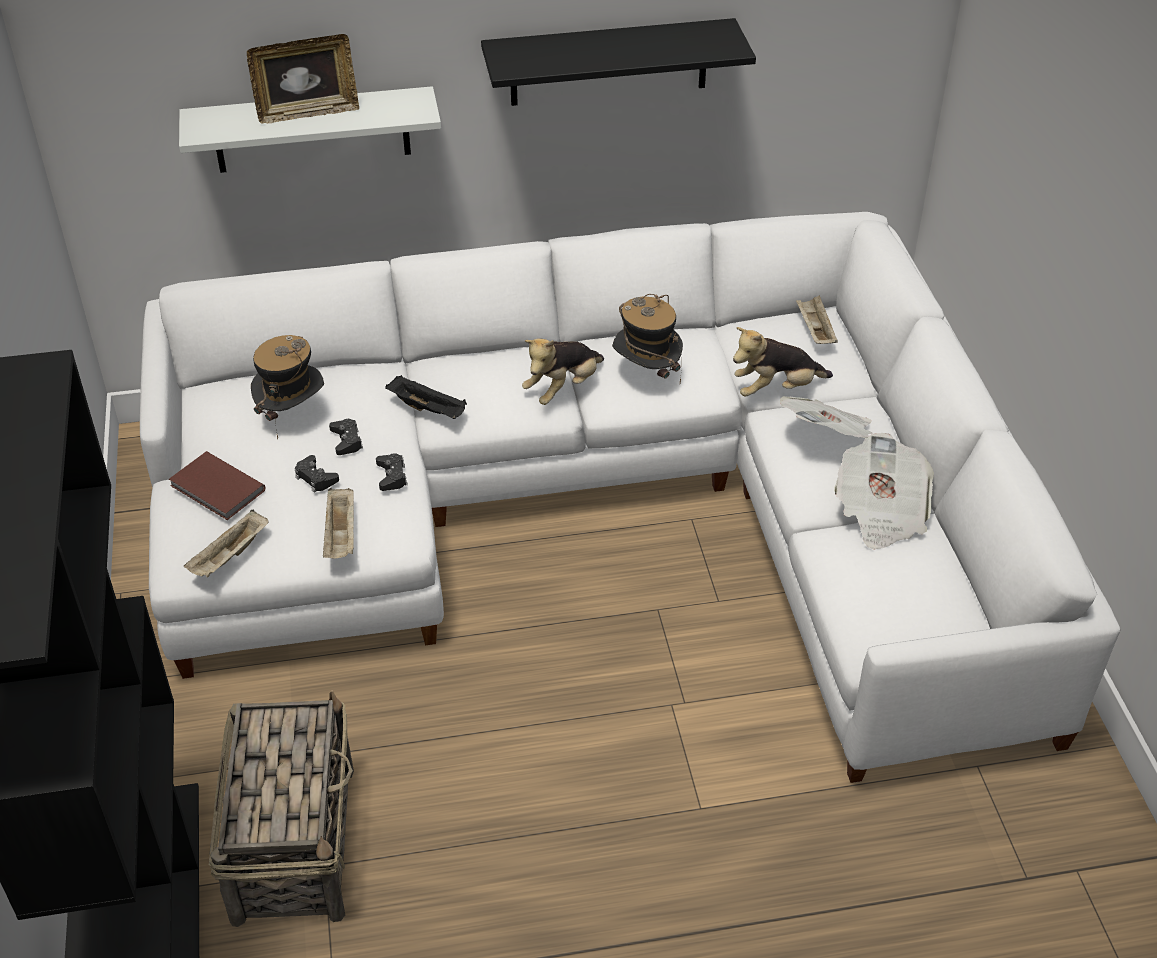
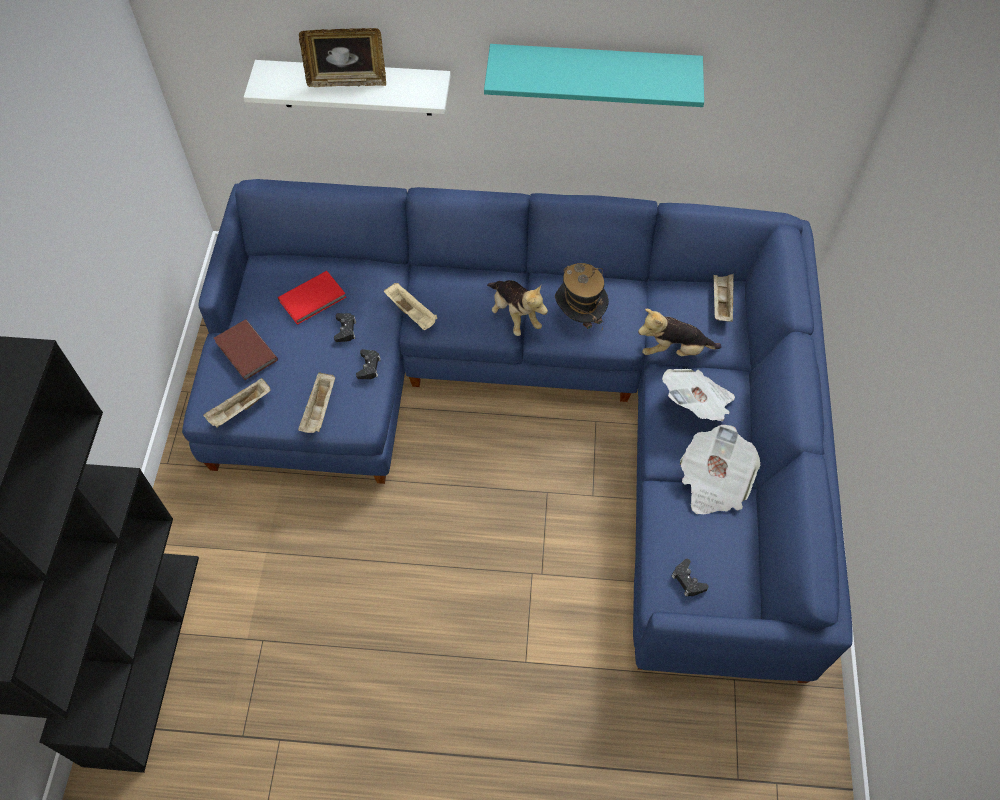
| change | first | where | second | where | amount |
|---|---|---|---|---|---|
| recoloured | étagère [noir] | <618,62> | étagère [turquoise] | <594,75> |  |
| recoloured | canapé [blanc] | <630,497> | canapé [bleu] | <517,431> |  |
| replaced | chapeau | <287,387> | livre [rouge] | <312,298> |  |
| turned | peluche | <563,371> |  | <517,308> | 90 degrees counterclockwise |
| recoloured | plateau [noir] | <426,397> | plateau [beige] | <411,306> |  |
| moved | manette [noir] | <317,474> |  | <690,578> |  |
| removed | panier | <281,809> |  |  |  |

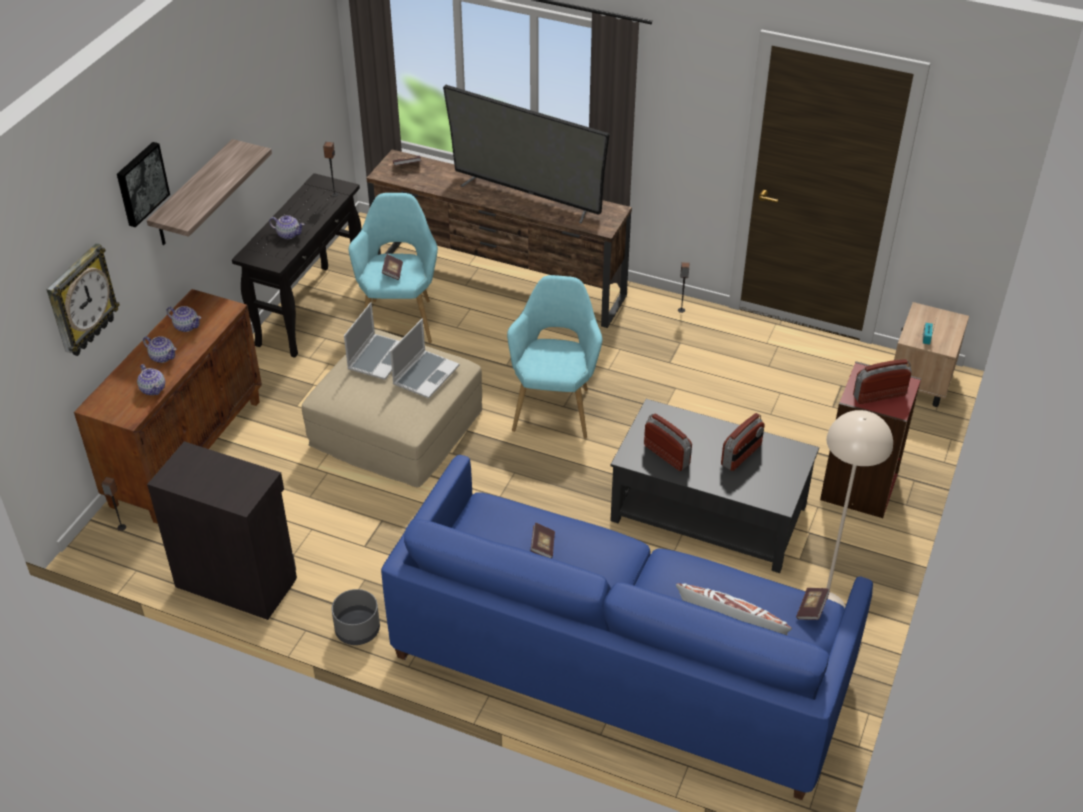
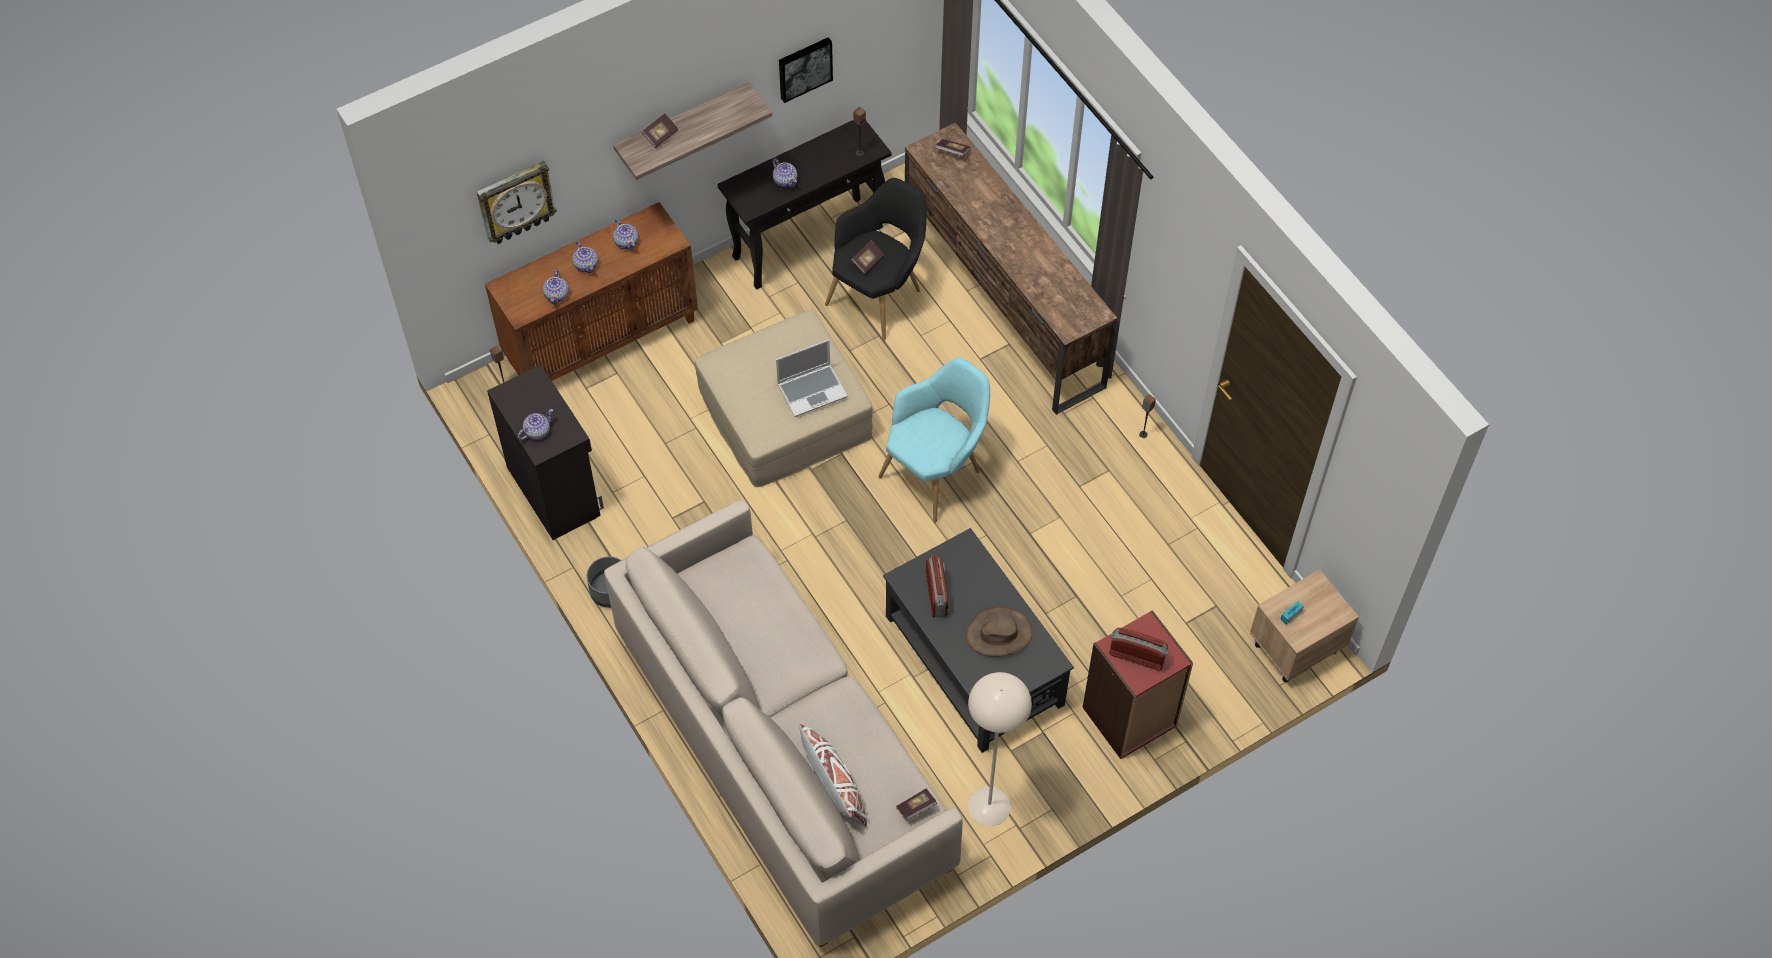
| change | first | where | second | where | amount |
|---|---|---|---|---|---|
| removed | téléviseur | <526,154> |  |  |  |
| moved | tableau | <143,184> |  | <806,70> |  |
| recoloured | fauteuil [turquoise] | <393,268> | fauteuil [noir] | <875,259> |  |
| removed | ordinateur portable | <371,341> |  |  |  |
| replaced | radio | <743,442> | chapeau [marron] | <999,631> |  |
| recoloured | canapé [bleu] | <627,627> | canapé [beige] | <783,724> |  |
| moved | livre | <543,540> |  | <660,130> |  |
| added |  |  | théière | <535,424> |  |

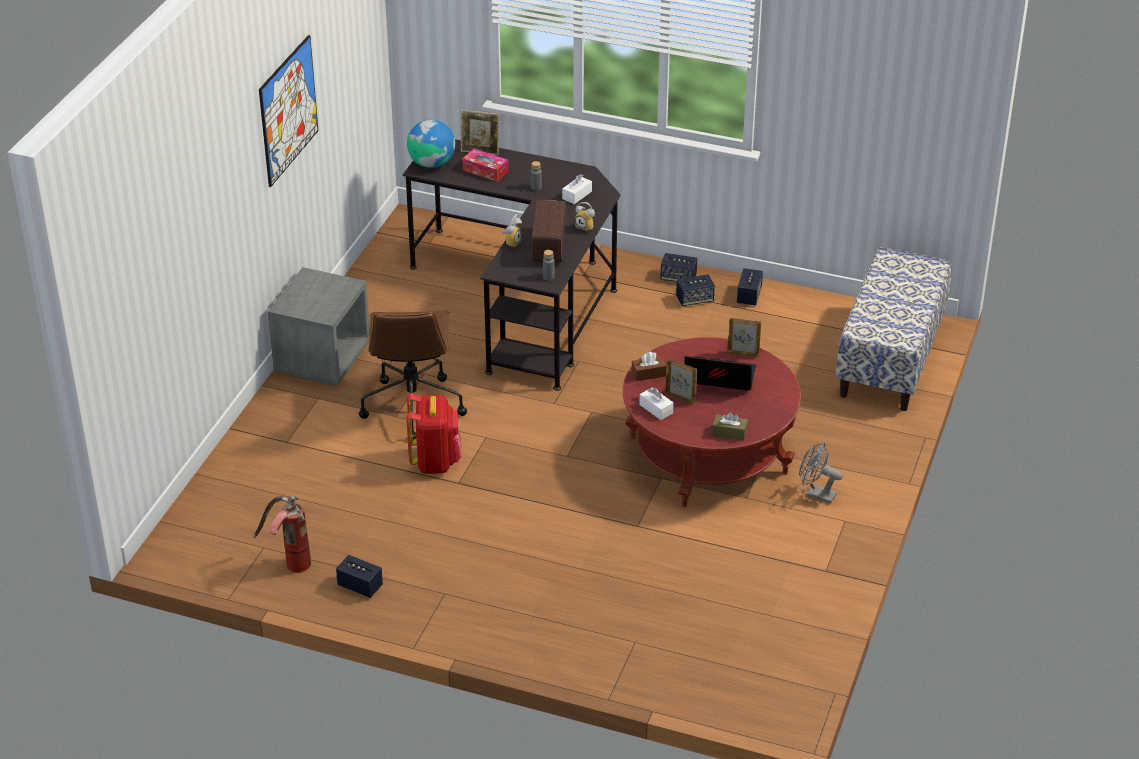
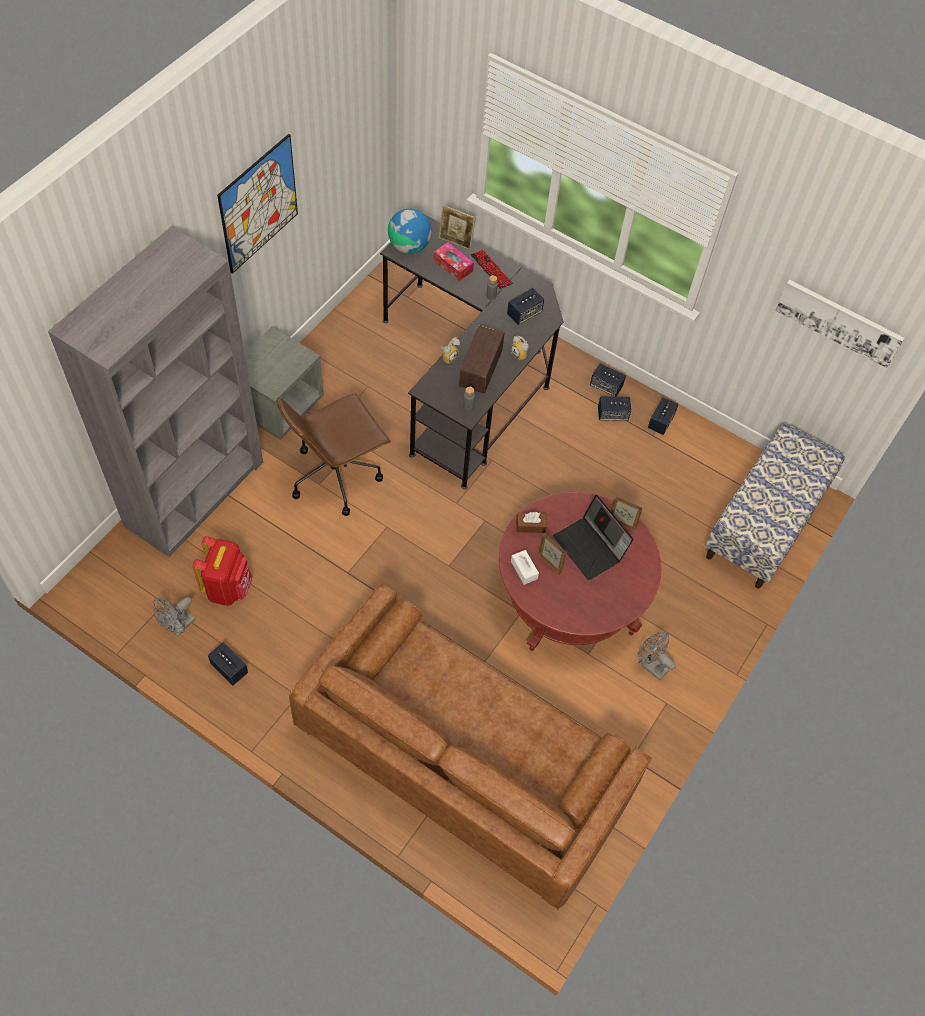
| change | first | where | second | where | amount |
|---|---|---|---|---|---|
| replaced | boîte à mouchoirs [blanc] | <577,189> | enceinte | <525,306> |  |
| turned | chaise de bureau [marron] | <413,374> |  | <334,454> | 45 degrees clockwise |
| turned | ordinateur portable | <720,373> |  | <593,537> | 150 degrees counterclockwise |
| moved | sac à dos [rouge] | <433,433> |  | <222,571> |  |
| removed | boîte à mouchoirs [marron] | <730,426> |  |  |  |
| replaced | extincteur | <282,534> | ventilateur [gris] | <174,616> |  |
| added |  |  | bibliothèque [gris] | <155,392> |  |
| added |  |  | clavier | <492,269> |  |
| added |  |  | tableau | <839,324> |  |
| added |  |  | canapé [marron] | <470,746> |  |

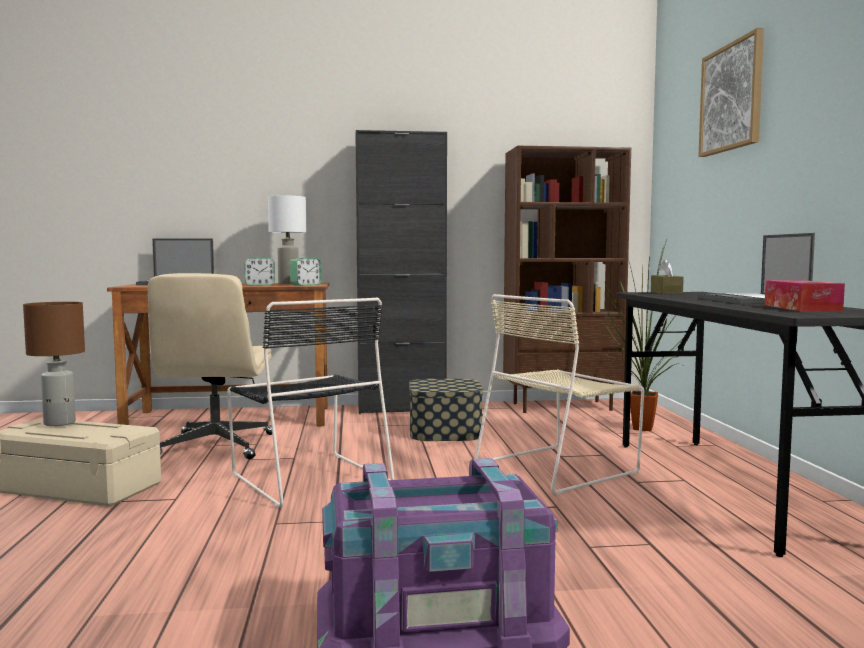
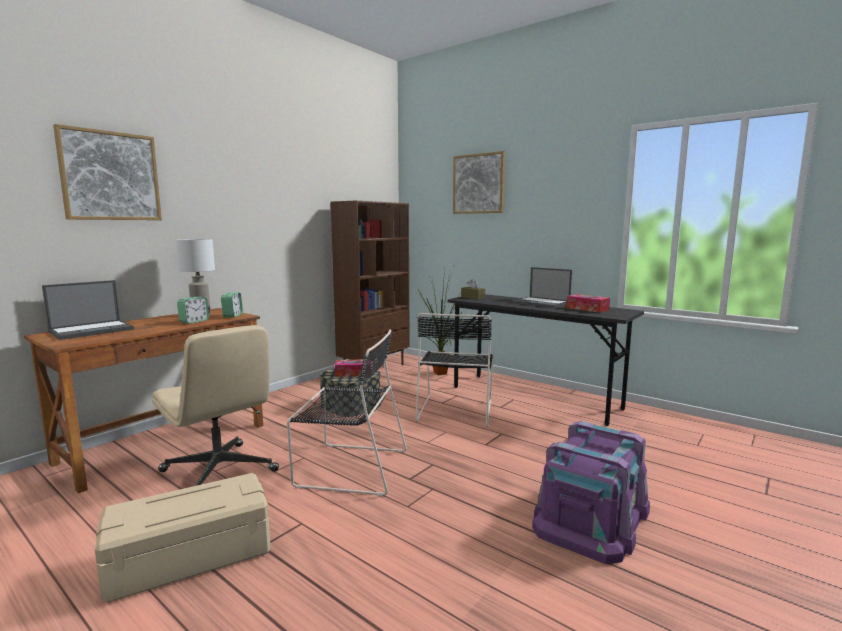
| change | first | where | second | where | amount |
|---|---|---|---|---|---|
| removed | meuble de rangement [noir] | <401,272> |  |  |  |
| recoloured | chaise [beige] | <560,394> | chaise [noir] | <455,370> |  |
| removed | lampe de table [marron] | <54,364> |  |  |  |
| added |  |  | tableau | <107,172> |  |
| added |  |  | boîte à mouchoirs | <352,368> |  |

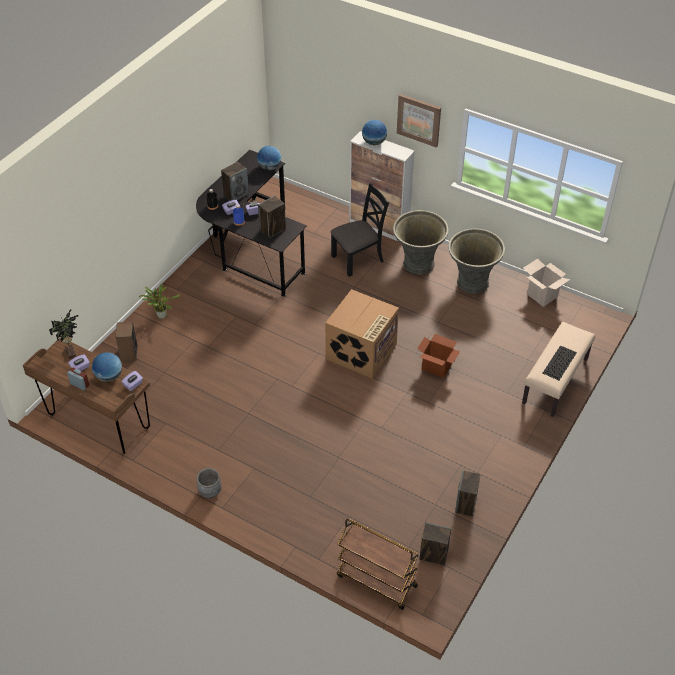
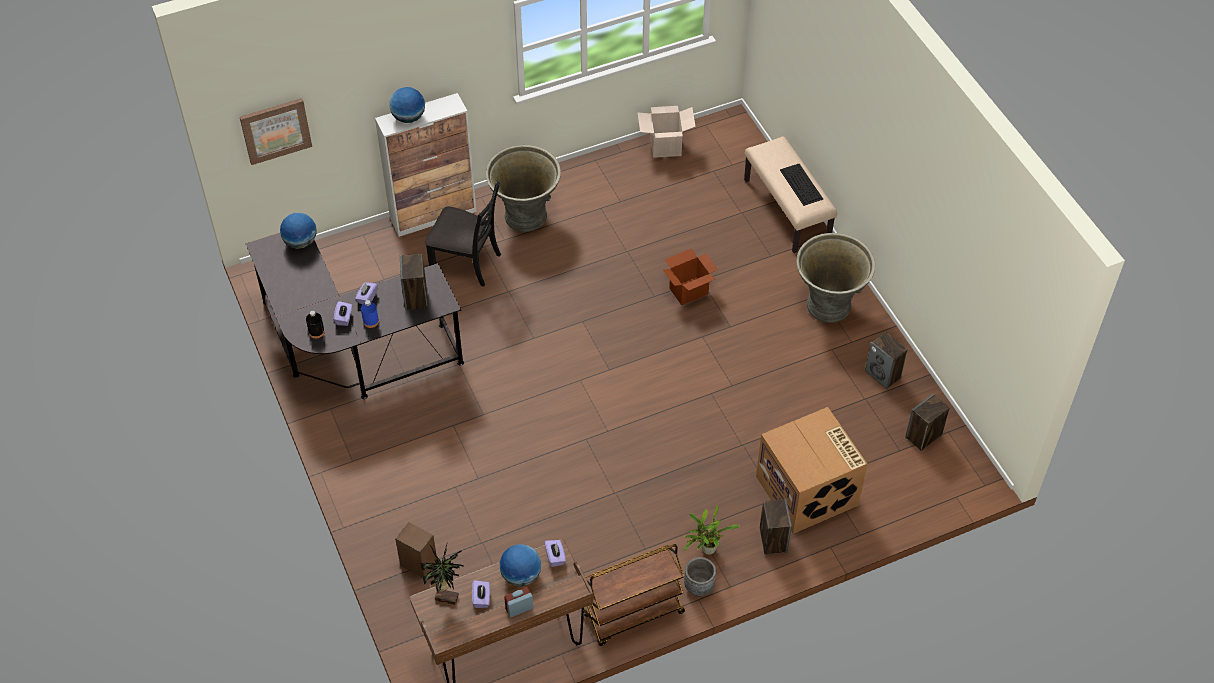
| change | first | where | second | where | amount |
|---|---|---|---|---|---|
| moved | tableau | <419,121> |  | <276,131> |  |
| moved | enceinte | <235,181> |  | <776,527> |  |
| turned | chaise [noir] | <360,230> |  | <463,234> | 105 degrees clockwise |
| moved | cache-pot [gris] | <476,261> |  | <835,278> |  |
| moved | plante en pot | <159,301> |  | <711,530> |  |
| moved | carton | <362,334> |  | <811,470> |  |
| moved | chariot [marron] | <378,564> |  | <634,595> |  |

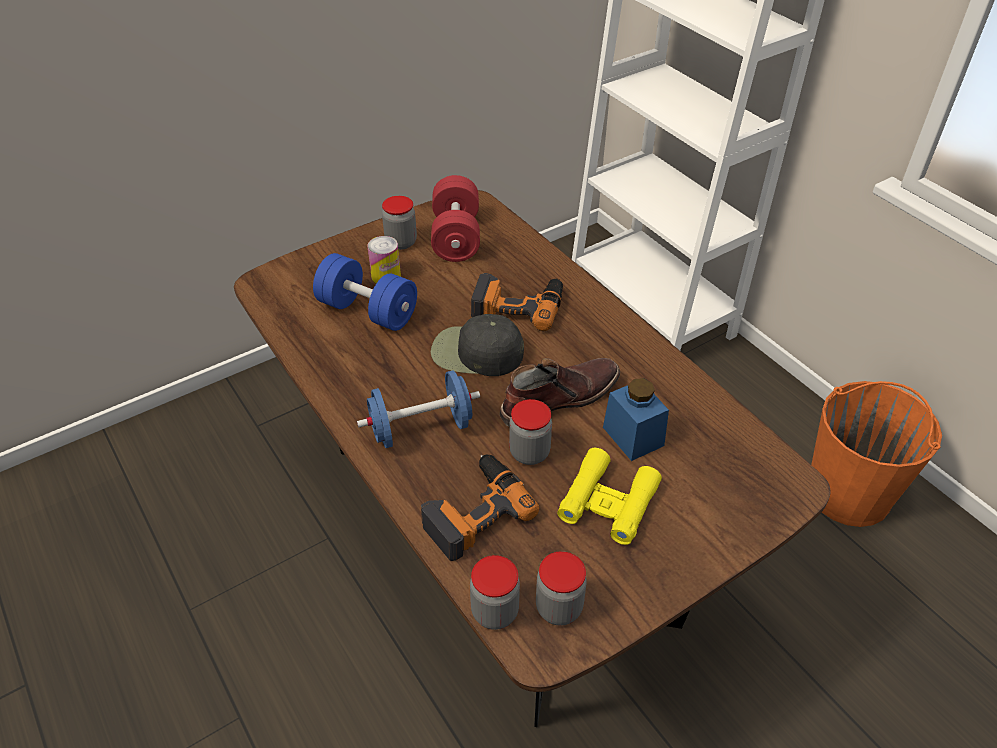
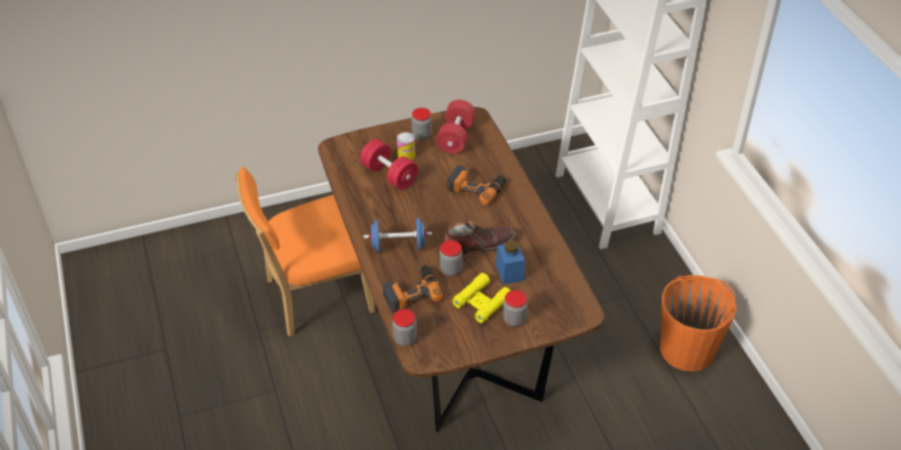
| change | first | where | second | where | amount |
|---|---|---|---|---|---|
| recoloured | haltère [bleu] | <365,292> | haltère [rouge] | <389,164> |  |
| removed | casquette [noir] | <477,345> |  |  |  |
| moved | bocal | <561,588> |  | <515,308> |  |
| added |  |  | chaise [orange] | <305,252> |  |

